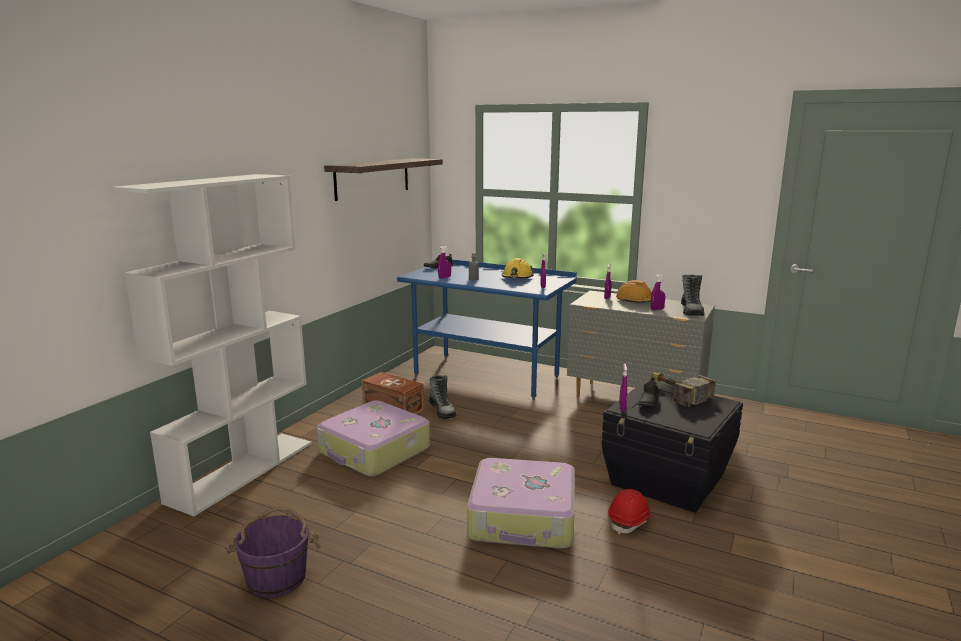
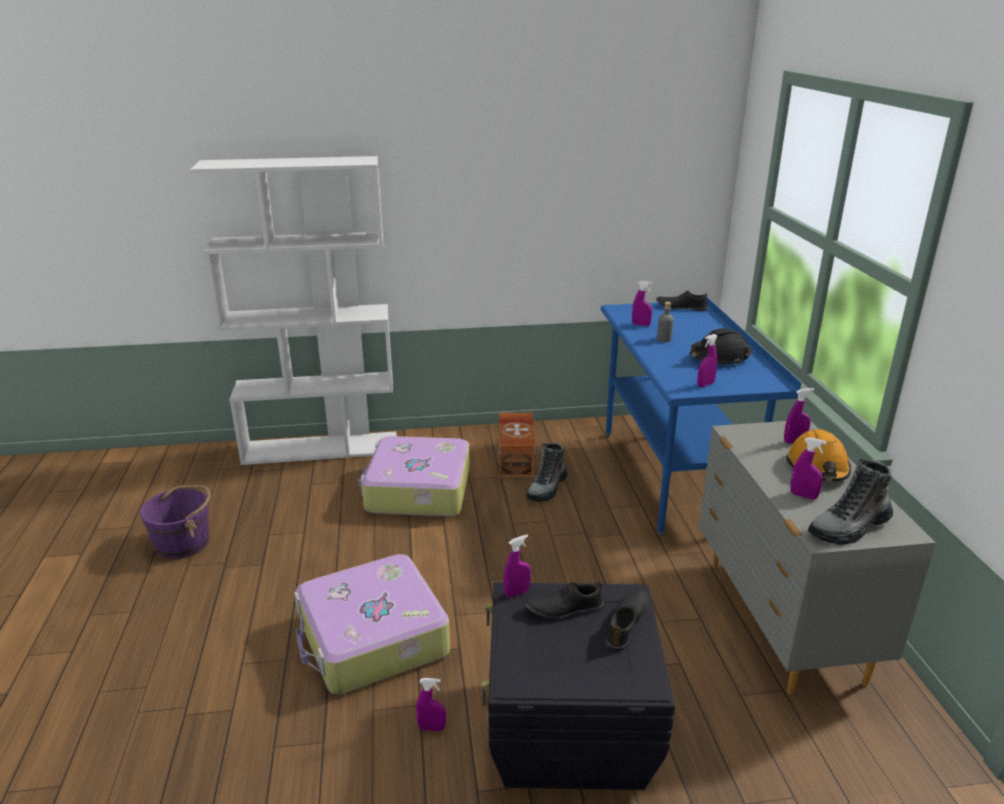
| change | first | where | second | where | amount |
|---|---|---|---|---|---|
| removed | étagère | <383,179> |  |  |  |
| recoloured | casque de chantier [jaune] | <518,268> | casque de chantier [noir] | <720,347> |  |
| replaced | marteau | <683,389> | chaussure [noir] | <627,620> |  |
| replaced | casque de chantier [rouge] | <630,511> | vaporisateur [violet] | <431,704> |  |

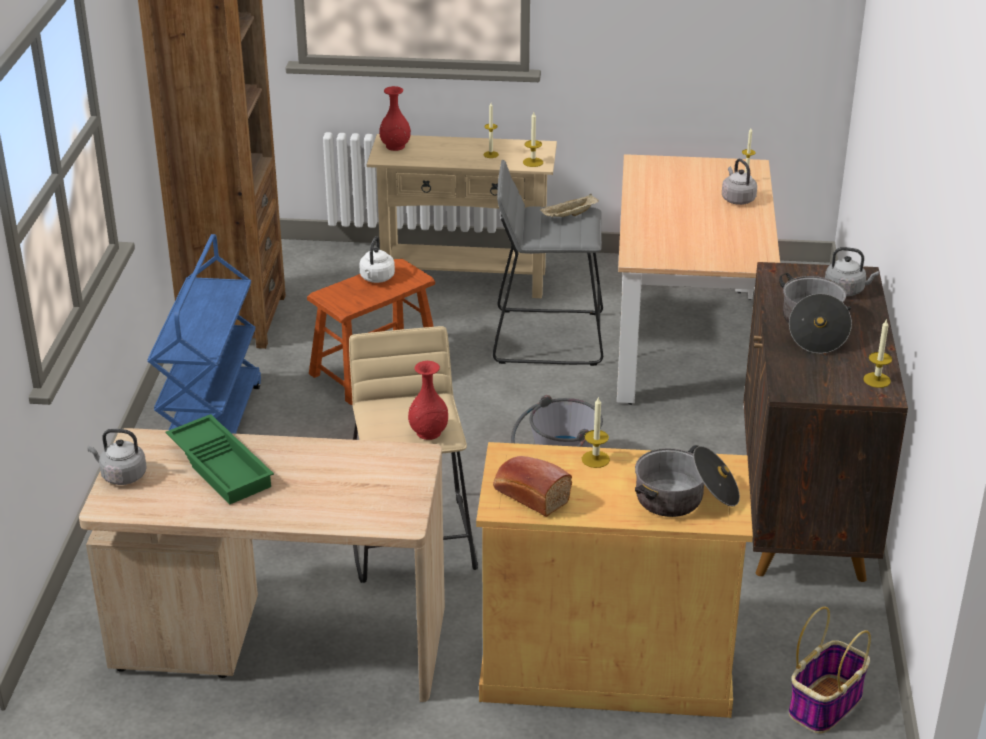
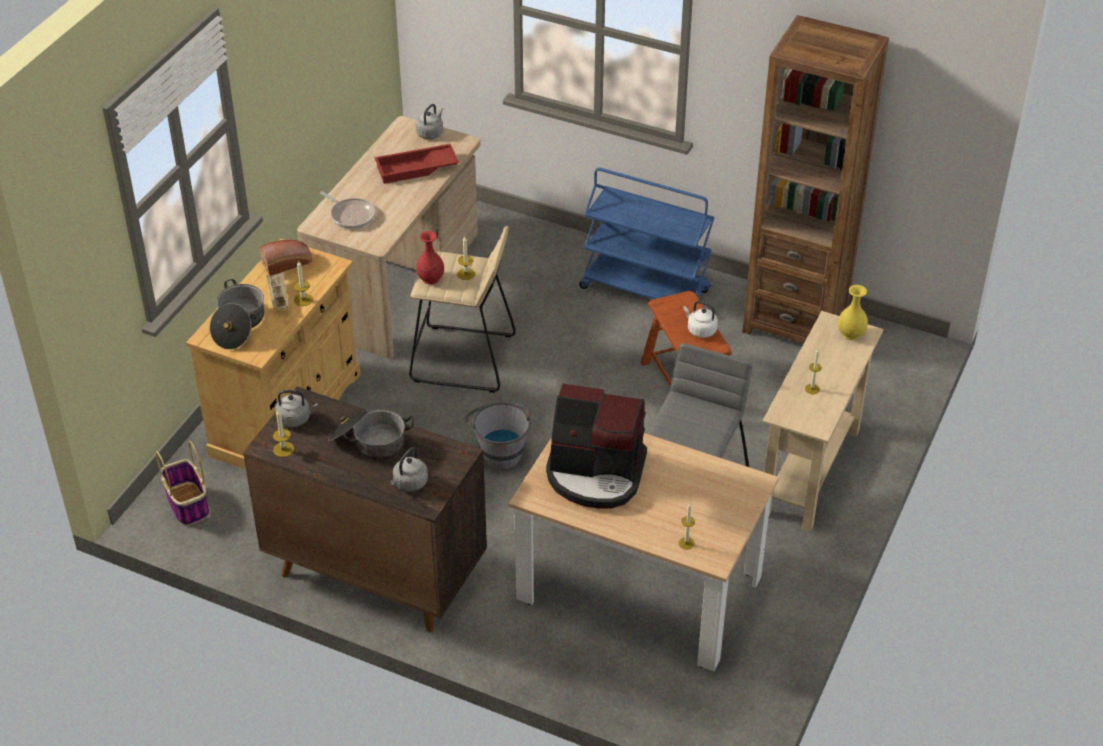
| change | first | where | second | where | amount |
|---|---|---|---|---|---|
| recoloured | vase [rouge] | <395,118> | vase [jaune] | <853,312> |  |
| moved | bougie | <533,139> |  | <466,258> |  |
| moved | bouilloire [gris] | <739,182> |  | <297,408> |  |
| moved | plateau [beige] | <569,205> |  | <278,290> |  |
| recoloured | plateau [vert] | <220,459> | plateau [rouge] | <416,164> |  |
| added |  |  | poêle | <348,210> |  |
| added |  |  | machine à café | <596,446> |  |

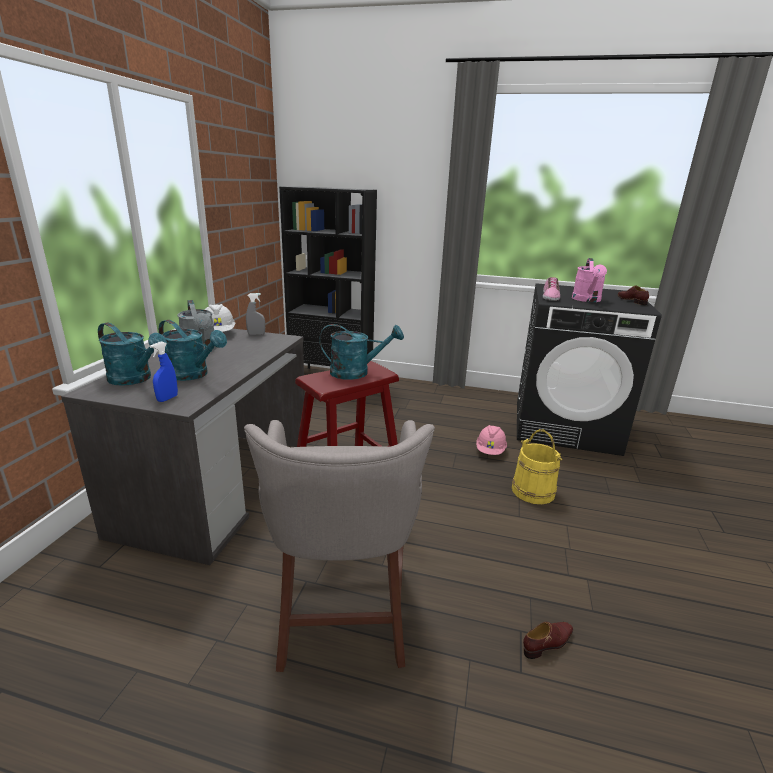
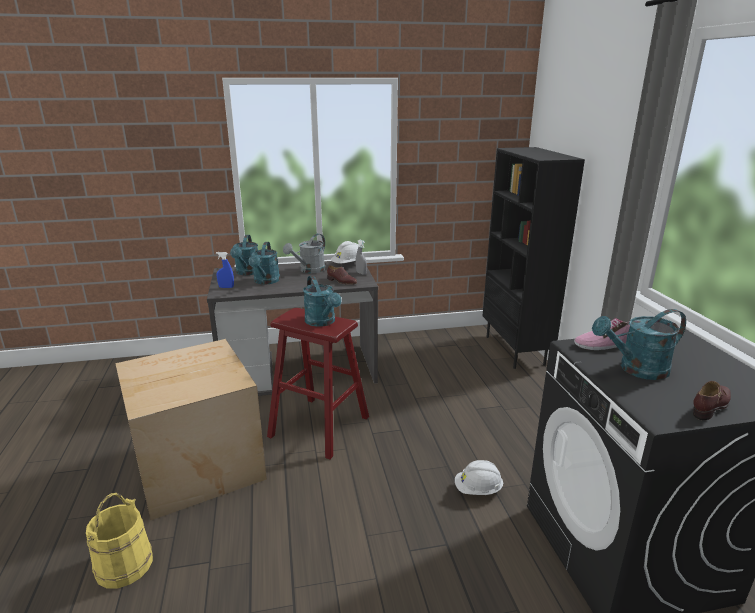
| change | first | where | second | where | amount |
|---|---|---|---|---|---|
| recoloured | arrosoir [rose] | <589,280> | arrosoir [turquoise] | <639,344> |  |
| replaced | tabouret [gris] | <339,546> | carton | <191,429> |  |
| recoloured | casque de chantier [rose] | <491,440> | casque de chantier [blanc] | <479,477> |  |
| moved | seau [jaune] | <537,466> |  | <119,540> |  |
| moved | chaussure [marron] | <548,640> |  | <342,275> |  |

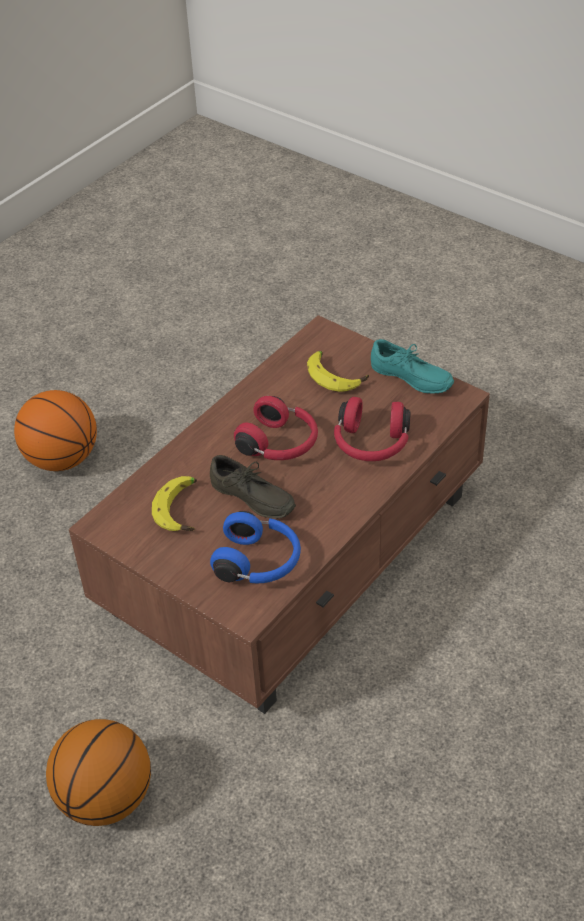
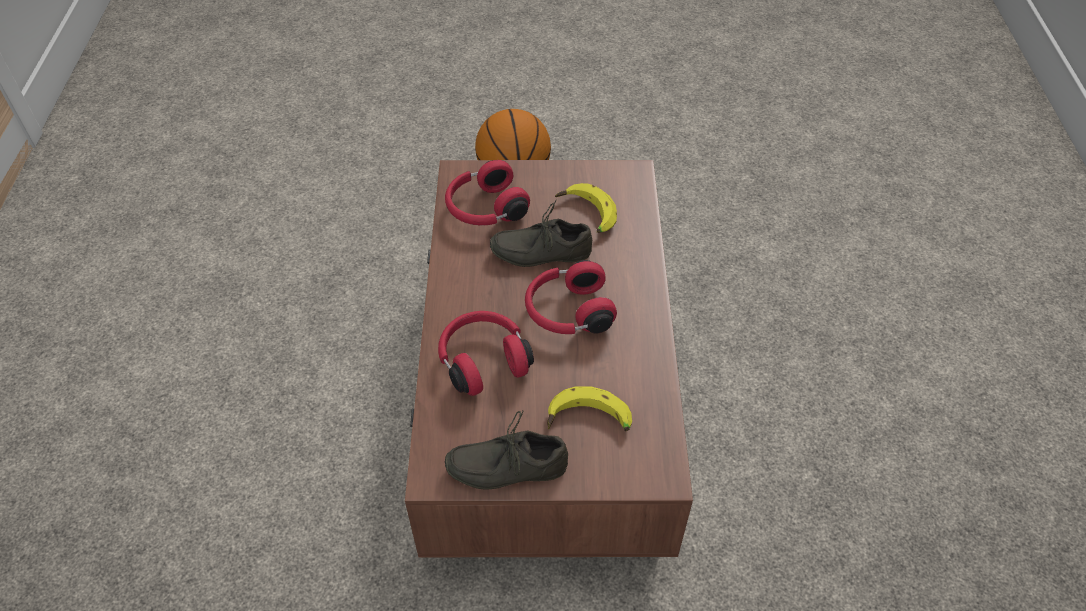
| change | first | where | second | where | amount |
|---|---|---|---|---|---|
| recoloured | chaussure [turquoise] | <412,366> | chaussure [gris] | <506,450> |  |
| removed | ballon de basket | <55,430> |  |  |  |
| recoloured | casque audio [bleu] | <255,547> | casque audio [rouge] | <487,193> |  |

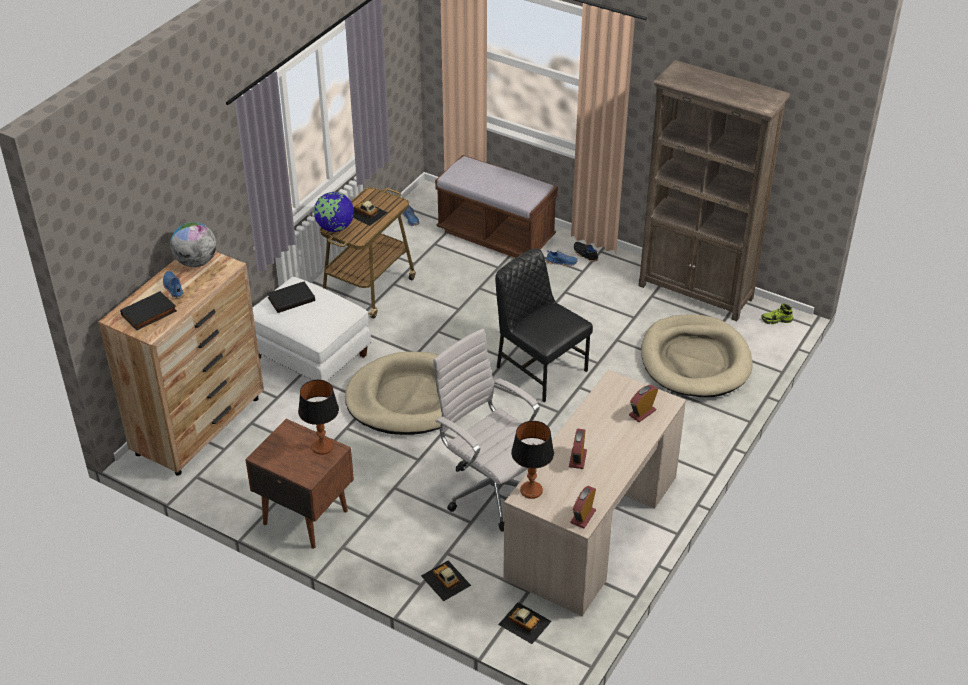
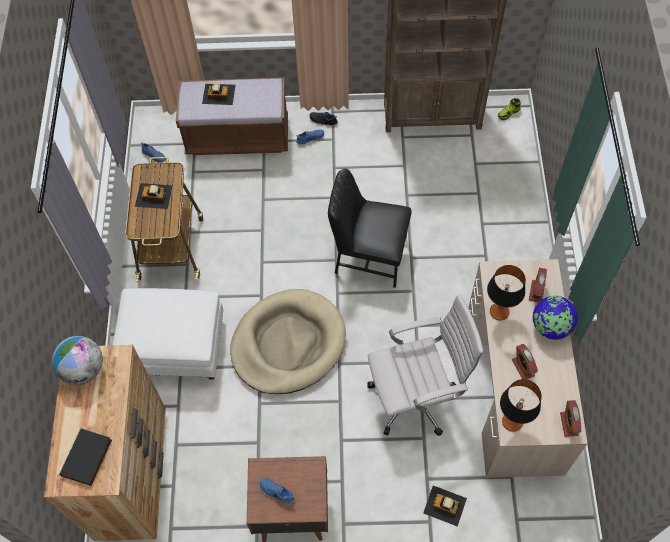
| change | first | where | second | where | amount |
|---|---|---|---|---|---|
| moved | globe | <334,212> |  | <555,318> |  |
| moved | chaussure [bleu] | <173,285> |  | <278,491> |  |
| removed | livre [noir] | <291,297> |  |  |  |
| removed | panier pour chien [beige] | <697,355> |  |  |  |
| turned | chaise de bureau [blanc] | <489,430> |  | <425,365> | 150 degrees clockwise |
| moved | lampe de table | <318,417> |  | <506,293> |  |
| moved | petite voiture | <525,623> |  | <219,94> |  |

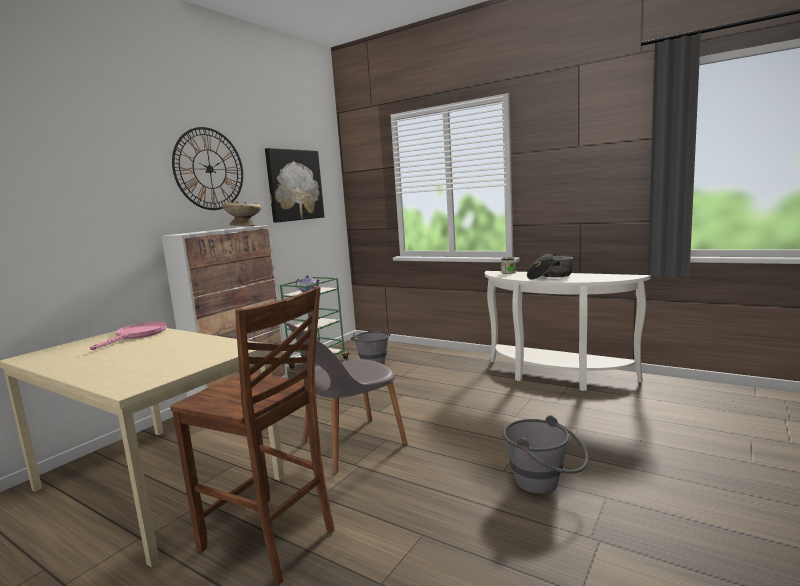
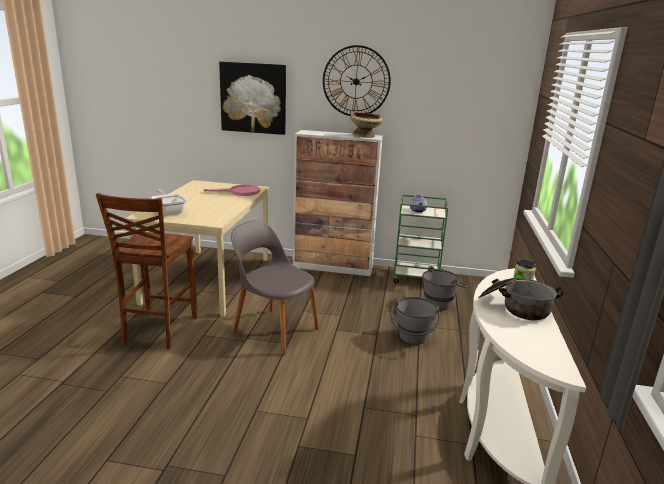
| change | first | where | second | where | amount |
|---|---|---|---|---|---|
| moved | tableau | <295,185> |  | <252,98> |  |
| moved | seau [gris] | <546,454> |  | <415,321> |  |
| added |  |  | poêle | <169,202> |  |

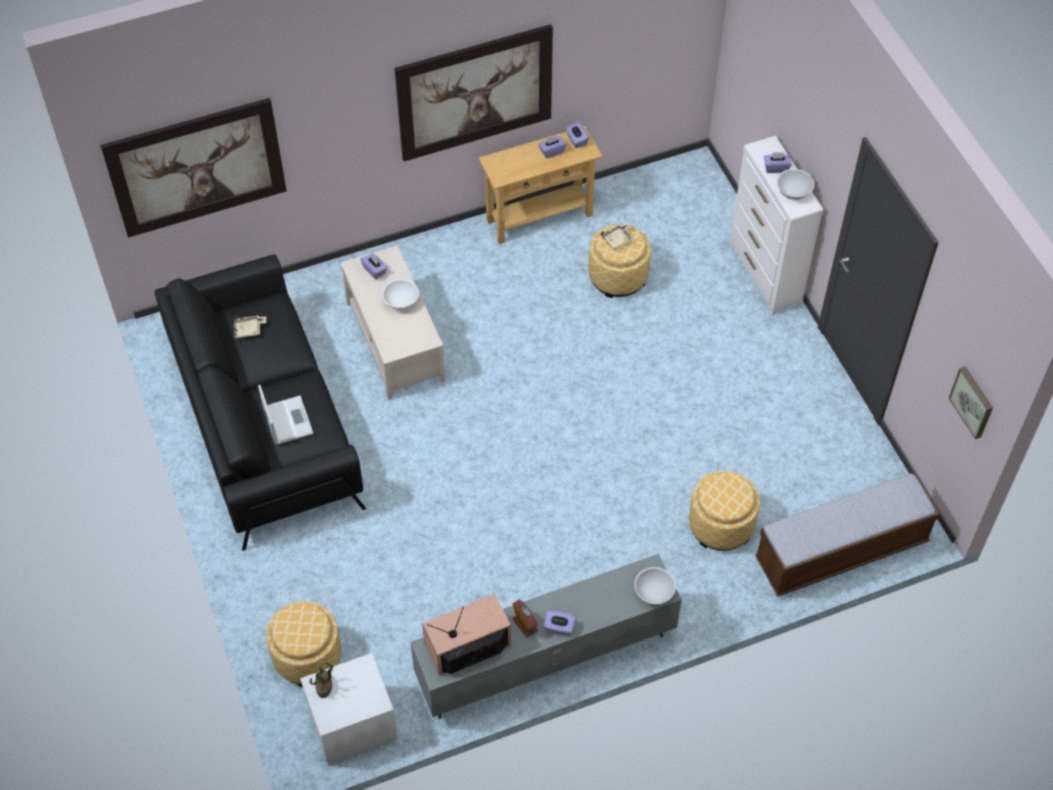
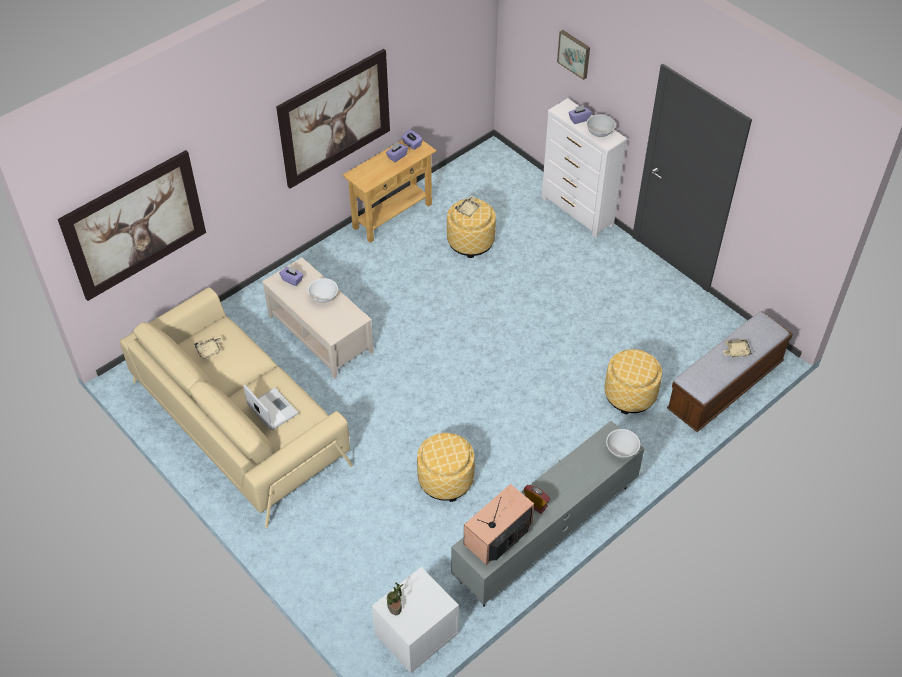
| change | first | where | second | where | amount |
|---|---|---|---|---|---|
| recoloured | canapé [noir] | <260,402> | canapé [beige] | <236,407> |  |
| moved | tableau | <971,402> |  | <573,55> |  |
| moved | pouf | <303,643> |  | <446,467> |  |
| removed | boîte à mouchoirs [violet] | <560,622> |  |  |  |
| added |  |  | plateau [beige] | <737,348> |  |

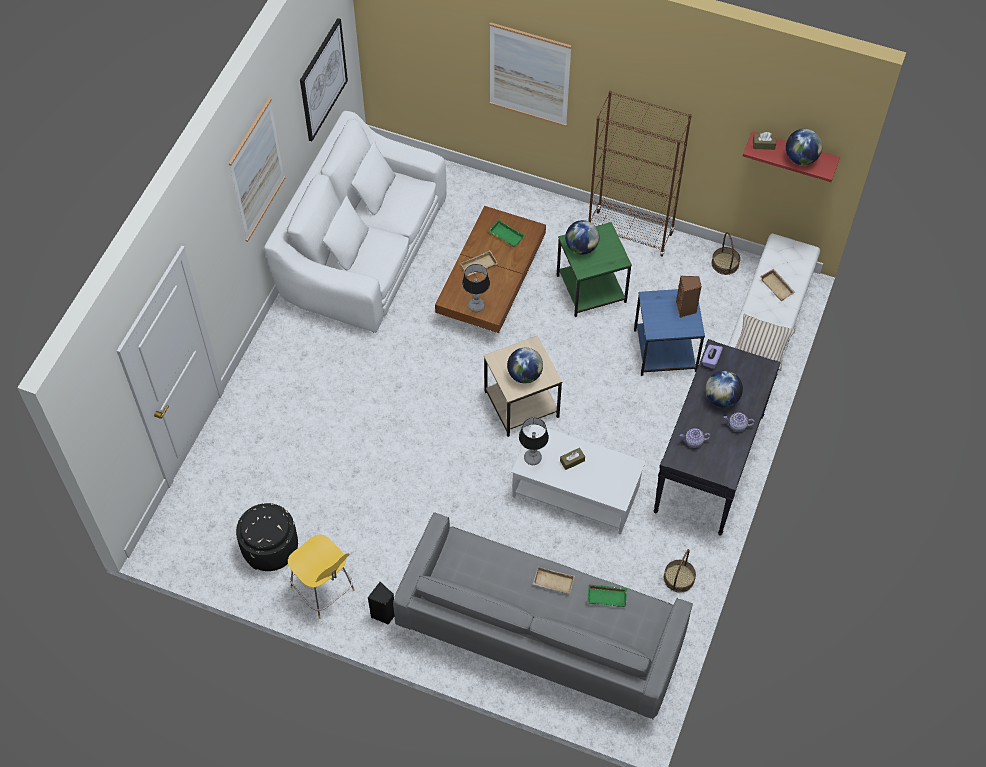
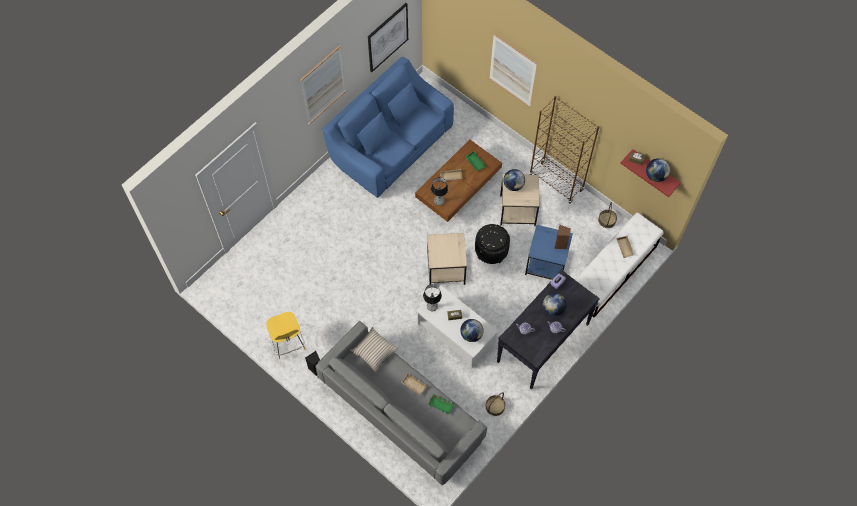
| change | first | where | second | where | amount |
|---|---|---|---|---|---|
| recoloured | canapé [blanc] | <355,222> | canapé [bleu] | <388,127> |  |
| recoloured | table d'appoint [vert] | <594,269> | table d'appoint [beige] | <520,200> |  |
| moved | coussin [beige] | <765,342> |  | <374,350> |  |
| moved | globe | <525,365> |  | <471,330> |  |
| moved | pouf [noir] | <267,537> |  | <492,244> |  |

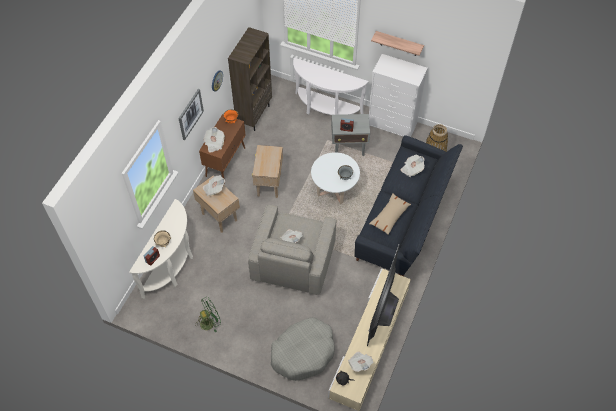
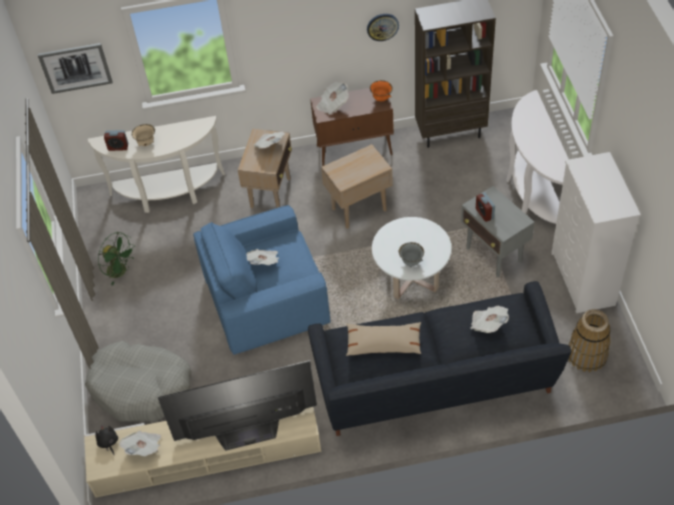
| change | first | where | second | where | amount |
|---|---|---|---|---|---|
| removed | étagère | <397,43> |  |  |  |
| moved | tableau | <191,114> |  | <75,68> |  |
| recoloured | fauteuil [gris] | <292,250> | fauteuil [bleu] | <262,280> |  |

